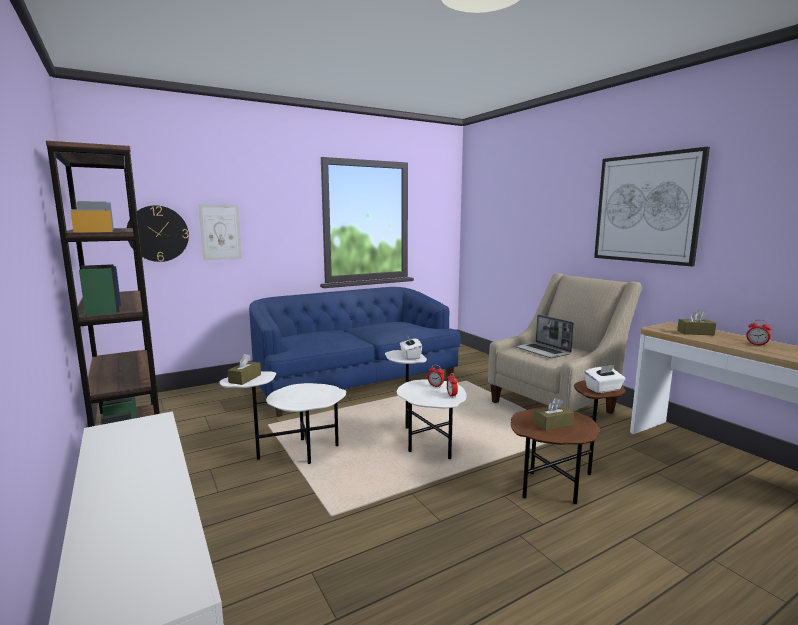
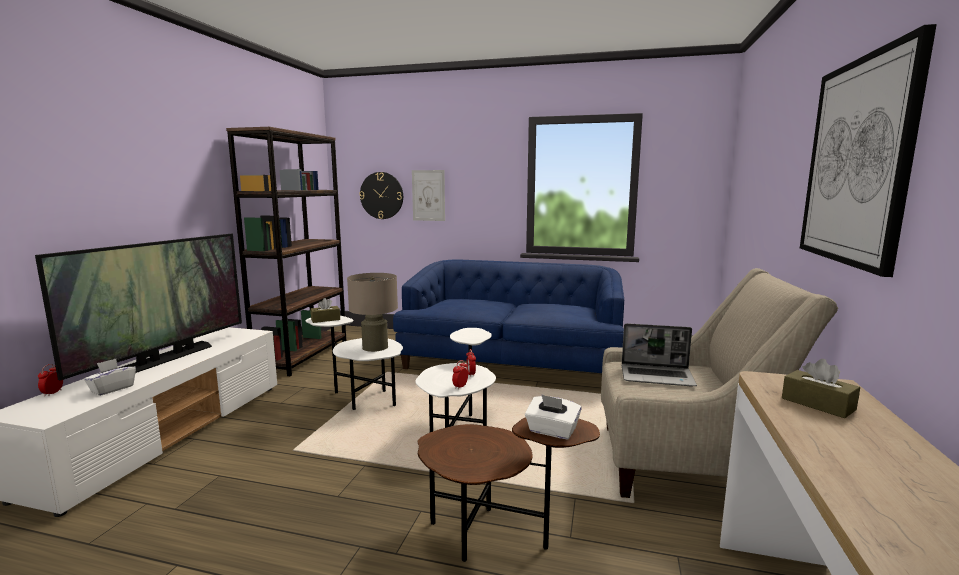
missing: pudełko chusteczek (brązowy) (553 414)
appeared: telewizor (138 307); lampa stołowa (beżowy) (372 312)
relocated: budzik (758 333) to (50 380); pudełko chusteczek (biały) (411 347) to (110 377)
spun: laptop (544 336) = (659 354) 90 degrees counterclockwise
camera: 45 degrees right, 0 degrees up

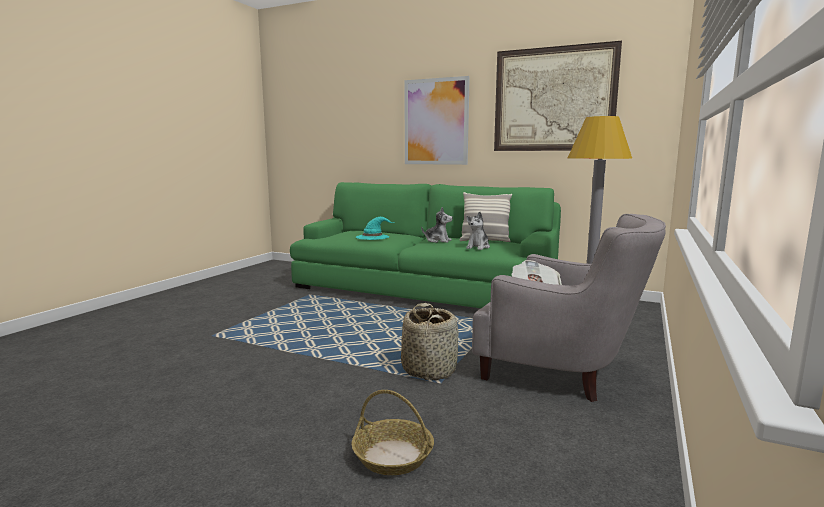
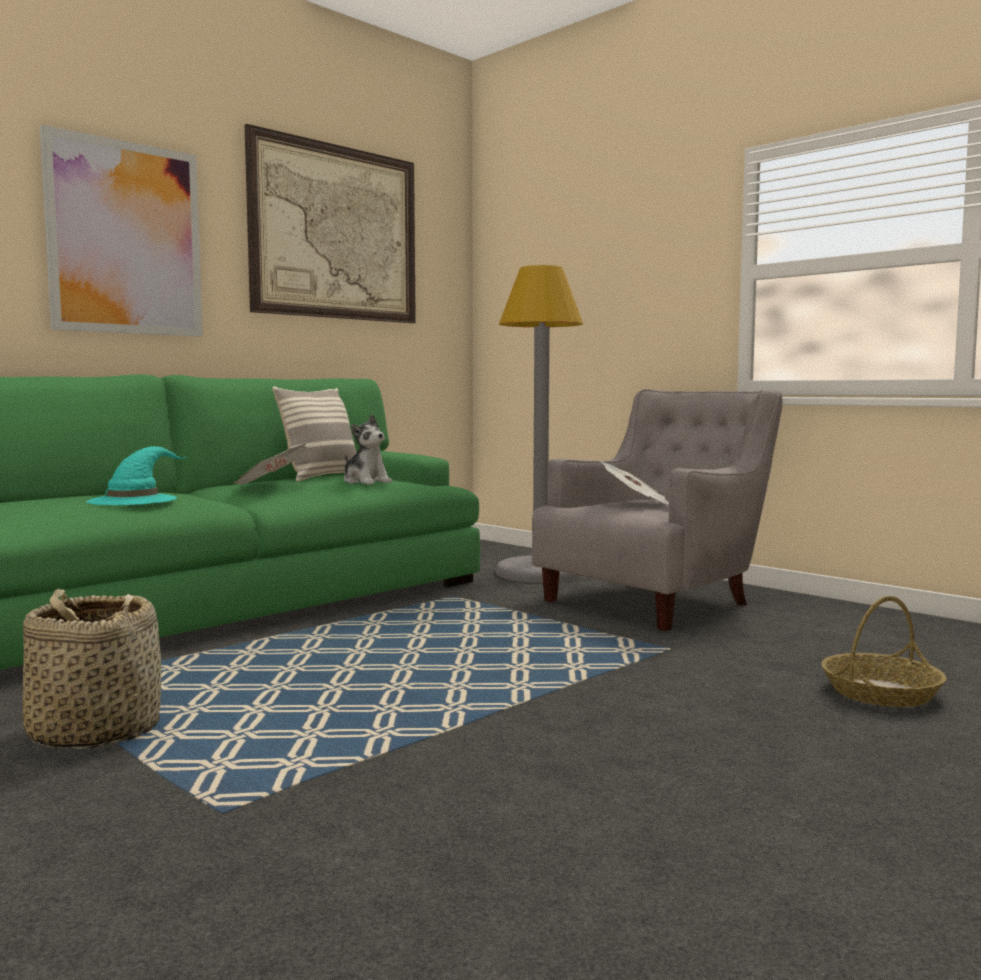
relocated: koszyk (430 341) to (92 669)
exchanged: pluszak (437 225) to gazeta (270 464)
camera: 70 degrees left, 5 degrees down

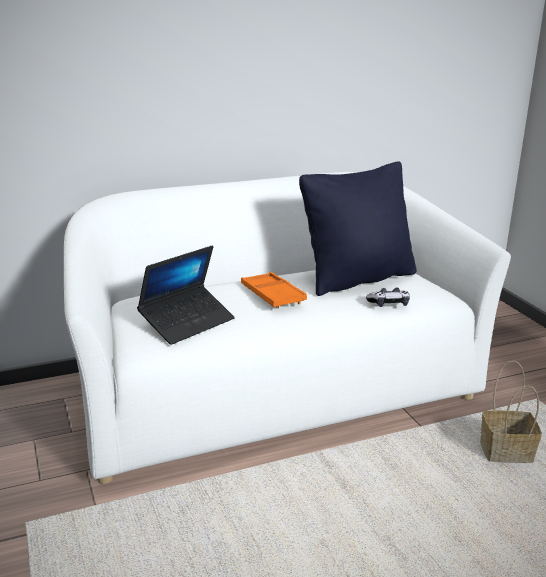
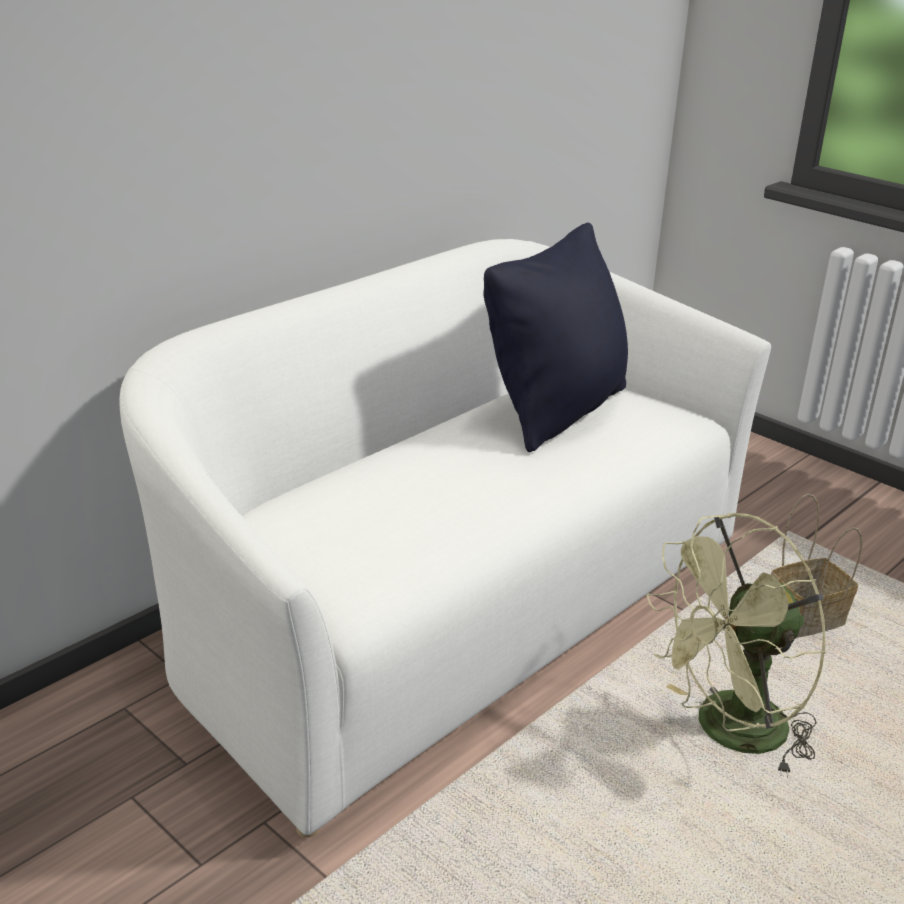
missing: laptop (186 295); taca (pomarańczowy) (274 290); pad do gier (388 297)
appeared: wentylator (zielony) (736 645)
camera: 25 degrees left, 5 degrees up

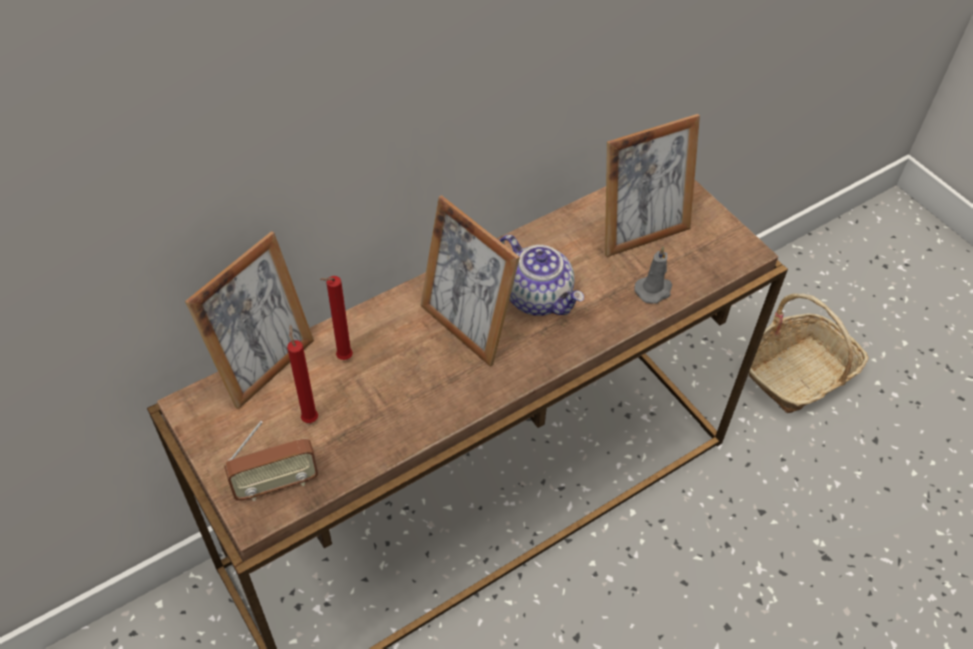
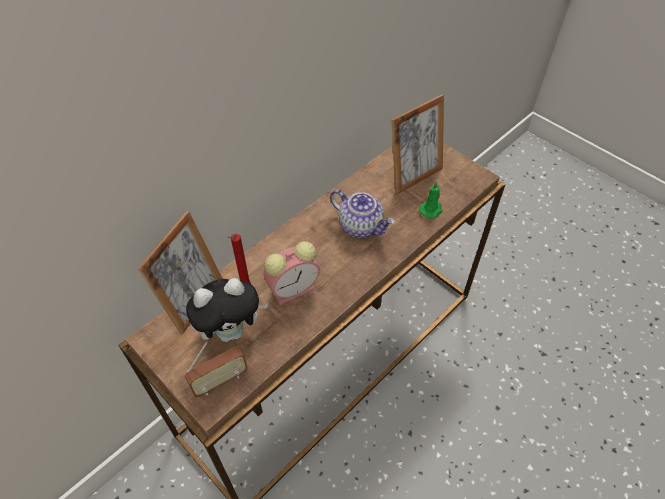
missing: ramka na zdjęcie (470 281); koszyk (807 353)
appeared: budzik (291 273)
exchanged: świeca (czerwony) (302 373) to pluszak (227 310)
colour: świeca (szary) (653 275) to świeca (zielony) (430 200)
camera: 10 degrees left, 0 degrees up

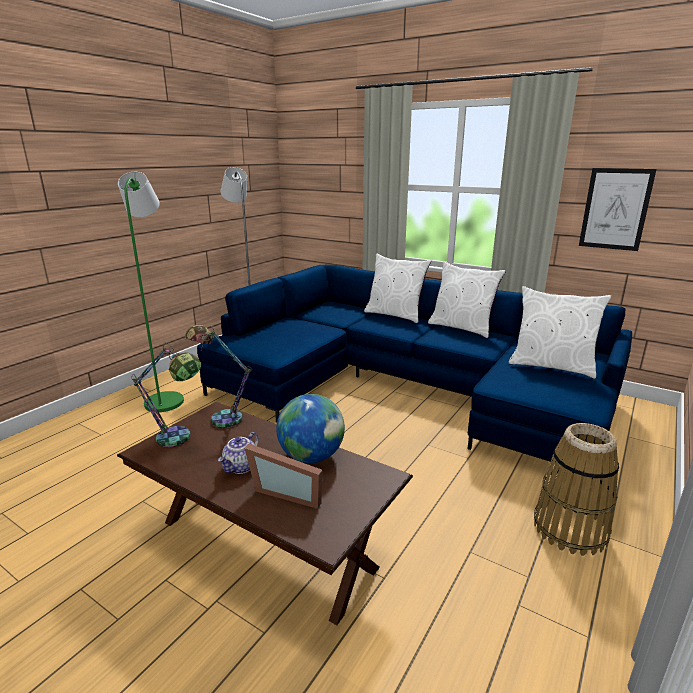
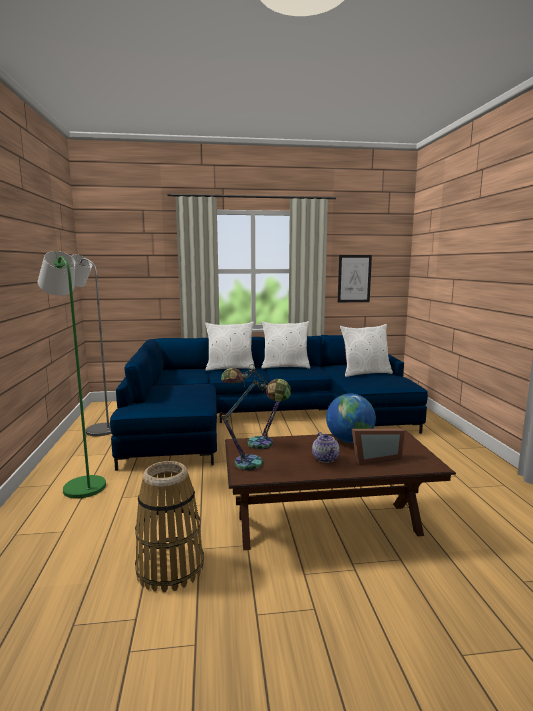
relocated: koszyk (576 489) to (169 526)
camera: 40 degrees left, 10 degrees down

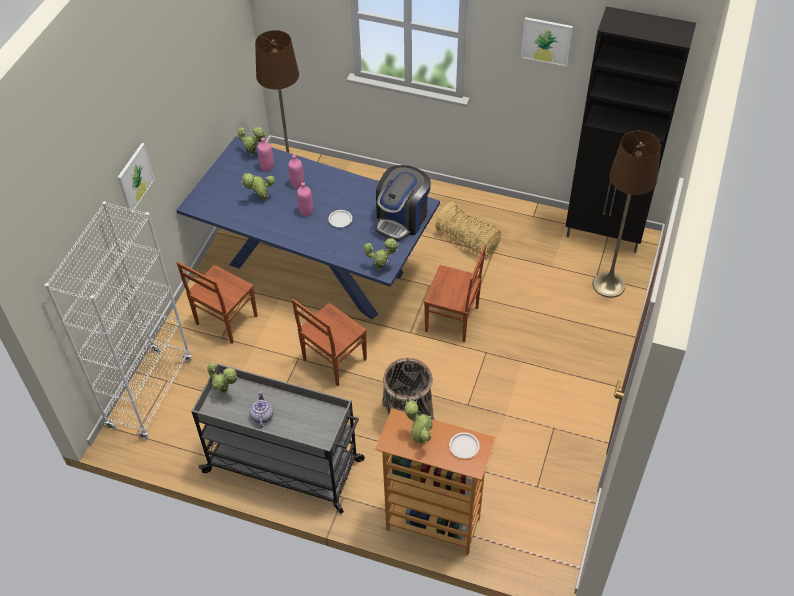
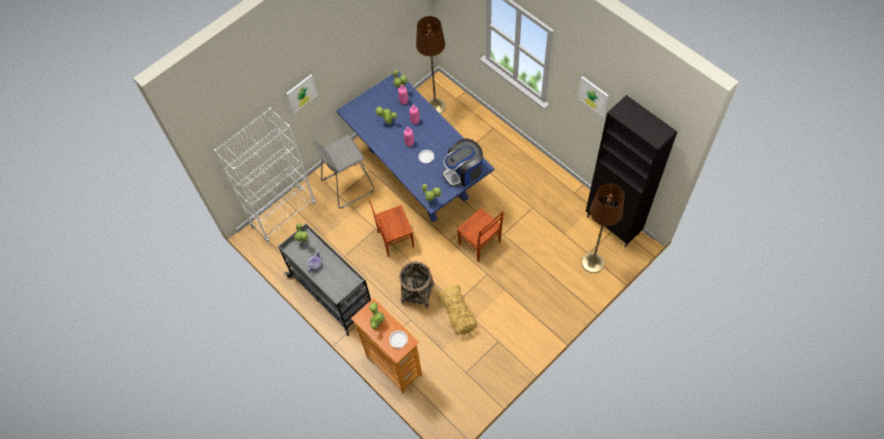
relocated: koszyk (468 229) to (457 310)
exchanged: krzesło (brązowy) (217 302) to stołek (szary) (342 172)
camera: 30 degrees right, 10 degrees up

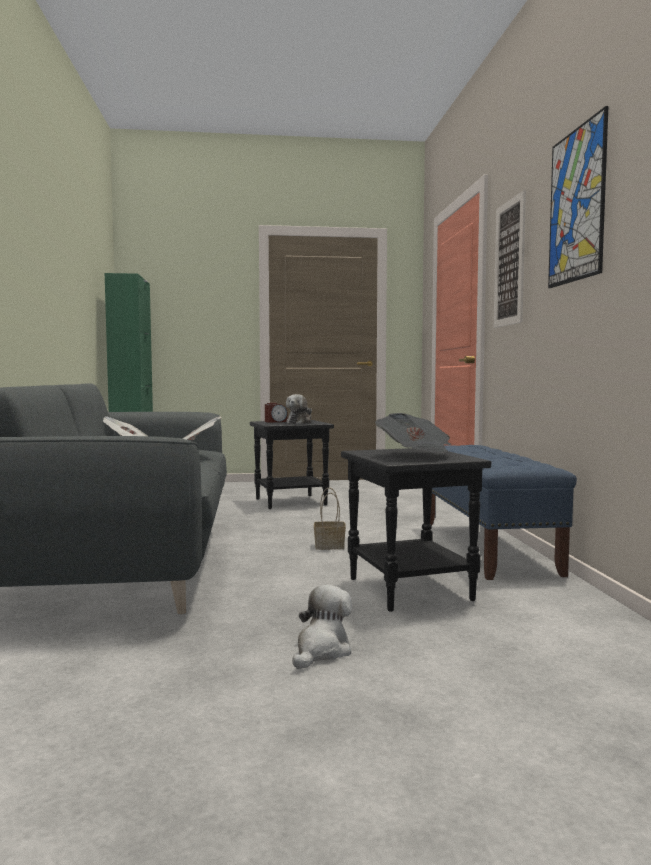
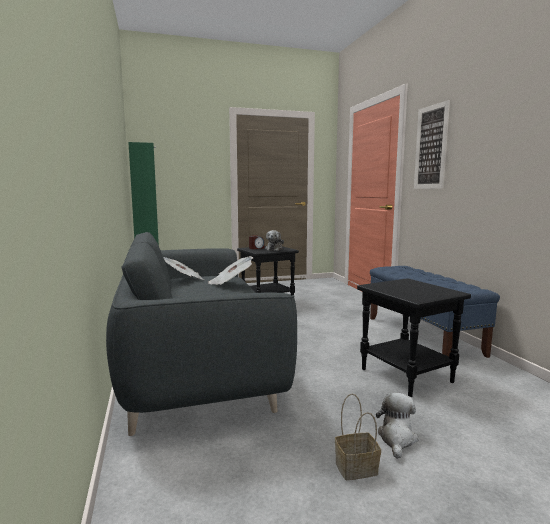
missing: gazeta (413 433); obraz (578 197)
relocated: koszyk (330 518) to (358 437)
camera: 10 degrees left, 5 degrees up

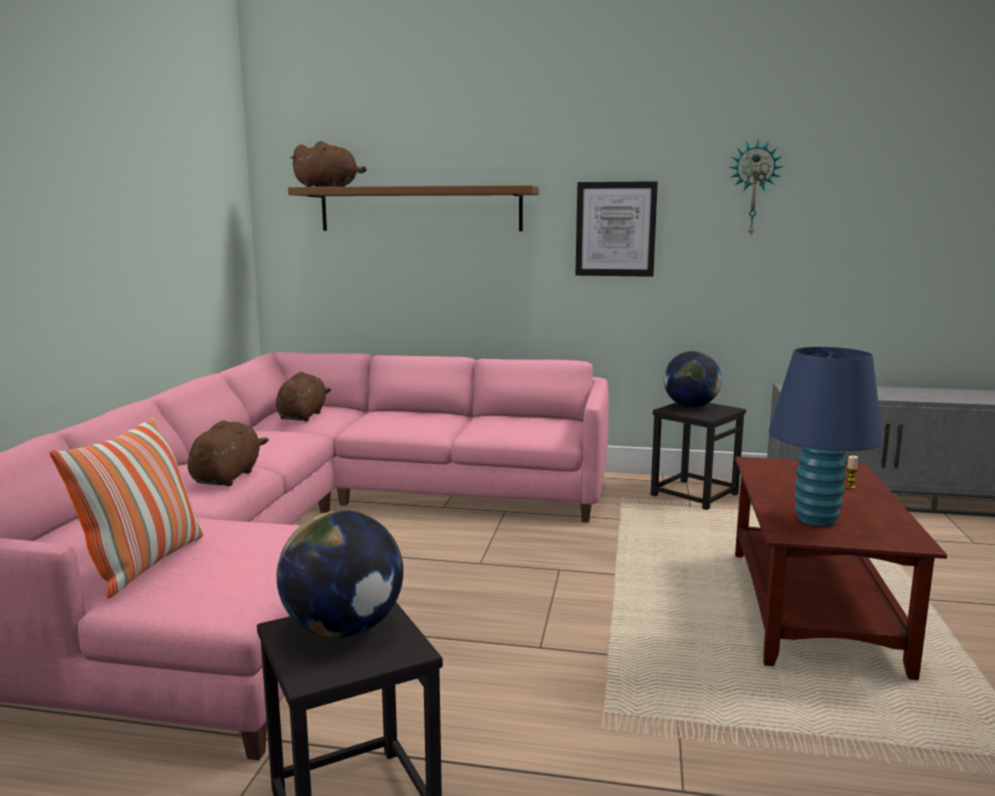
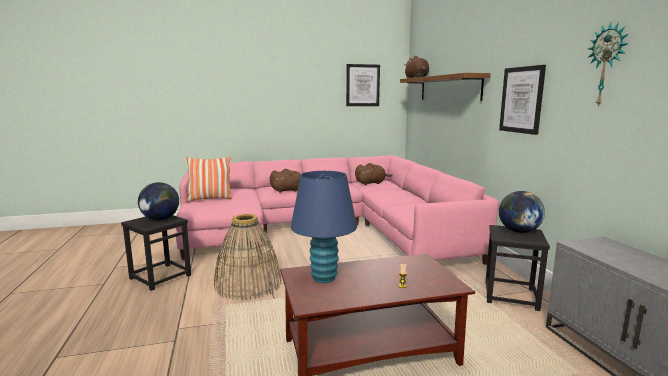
appeared: koszyk (247 257); obraz (363 85)
camera: 65 degrees right, 0 degrees up

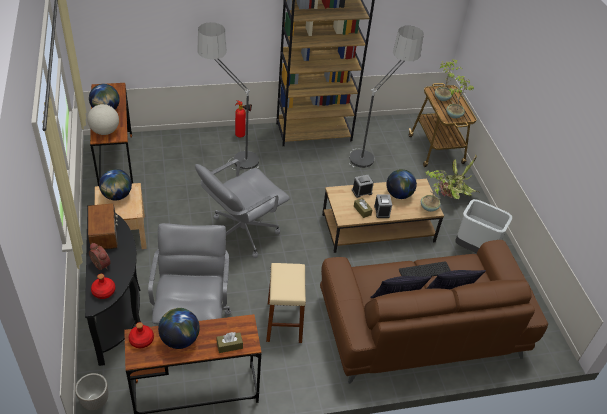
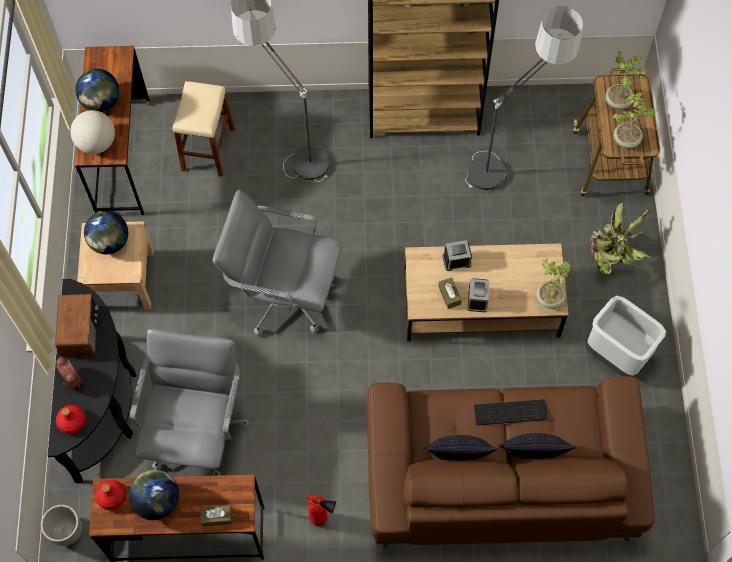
missing: globus (401 184)
relocated: stołek (beżowy) (286 303) to (203 129); gaśnica (243 118) to (321 510)
spun: krzesło biurowe (szary) (242 208) = (278 263) 45 degrees clockwise
camera: 15 degrees right, 20 degrees up

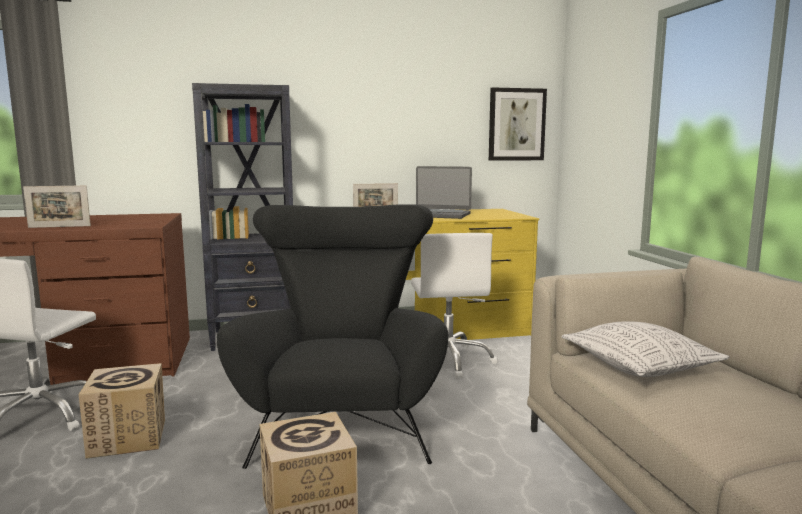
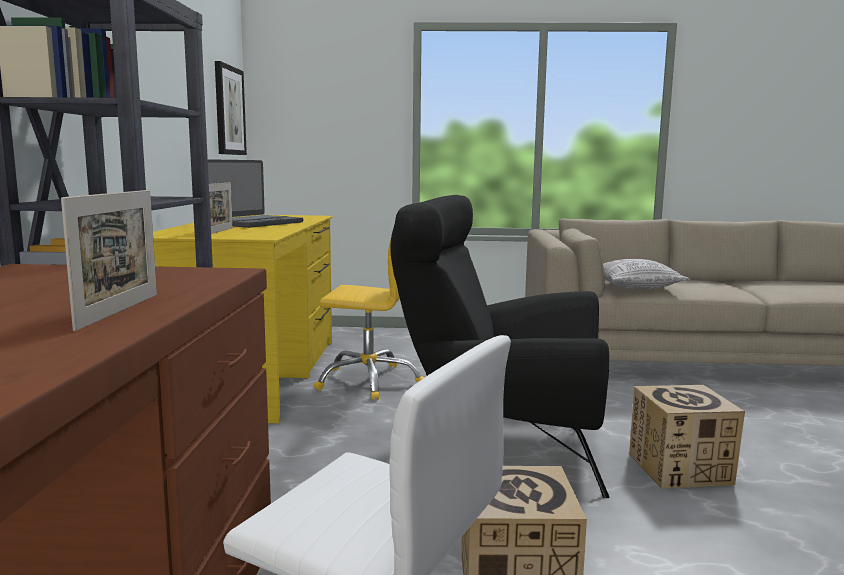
colour: krzesło biurowe (biały) (454 306) to krzesło biurowe (żółty) (369 320)
camera: 75 degrees left, 0 degrees up

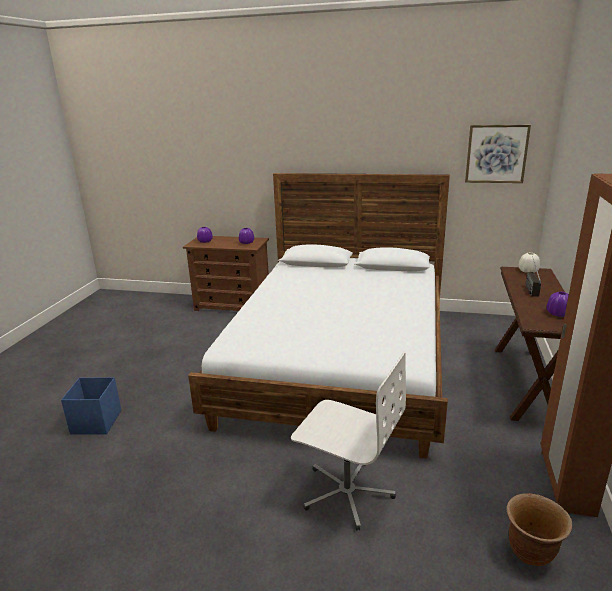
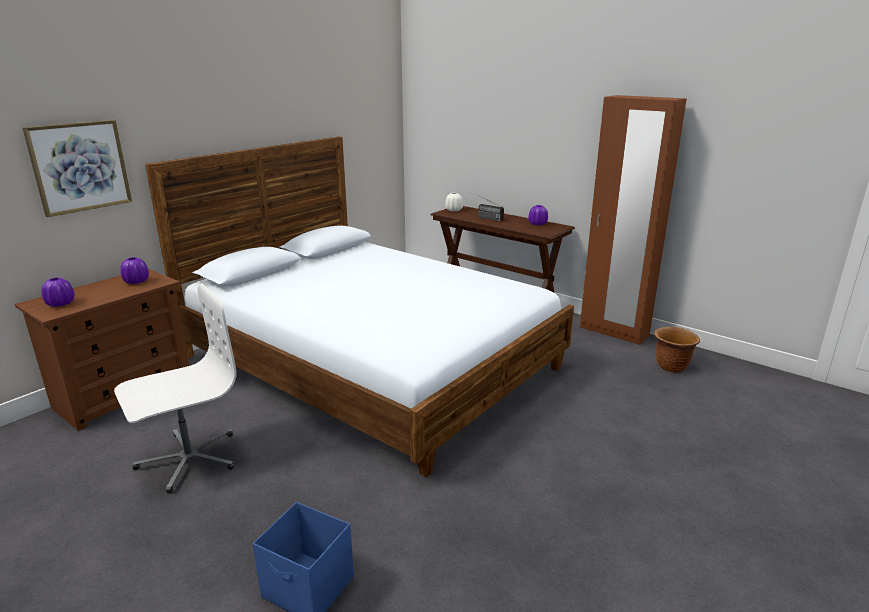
relocated: obraz (498 153) to (77 168); krzesło biurowe (biały) (348 441) to (175 388)
camera: 65 degrees left, 0 degrees up

